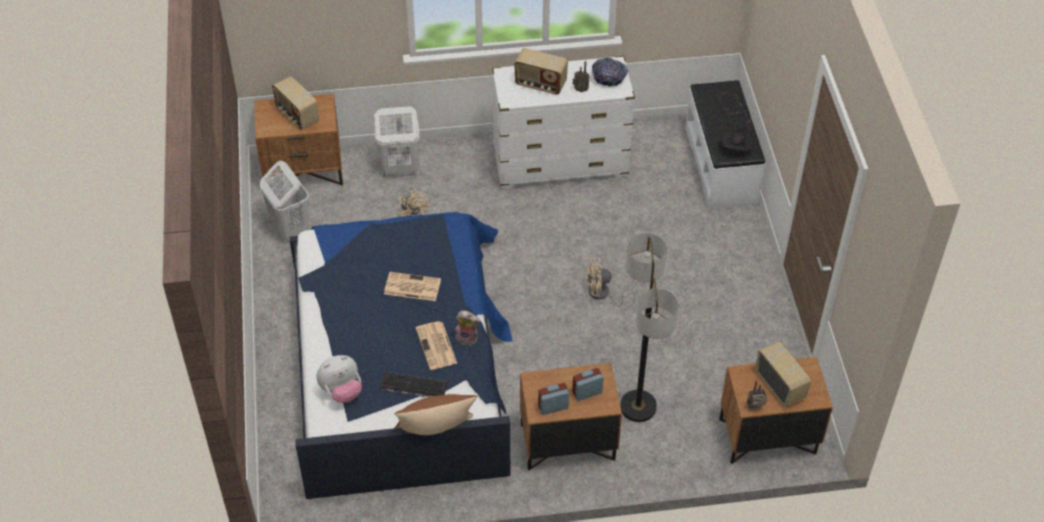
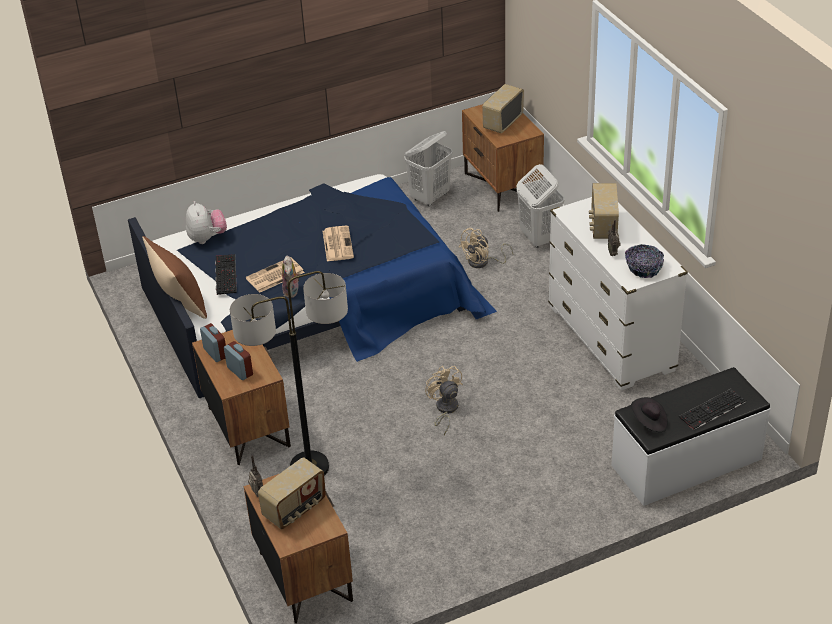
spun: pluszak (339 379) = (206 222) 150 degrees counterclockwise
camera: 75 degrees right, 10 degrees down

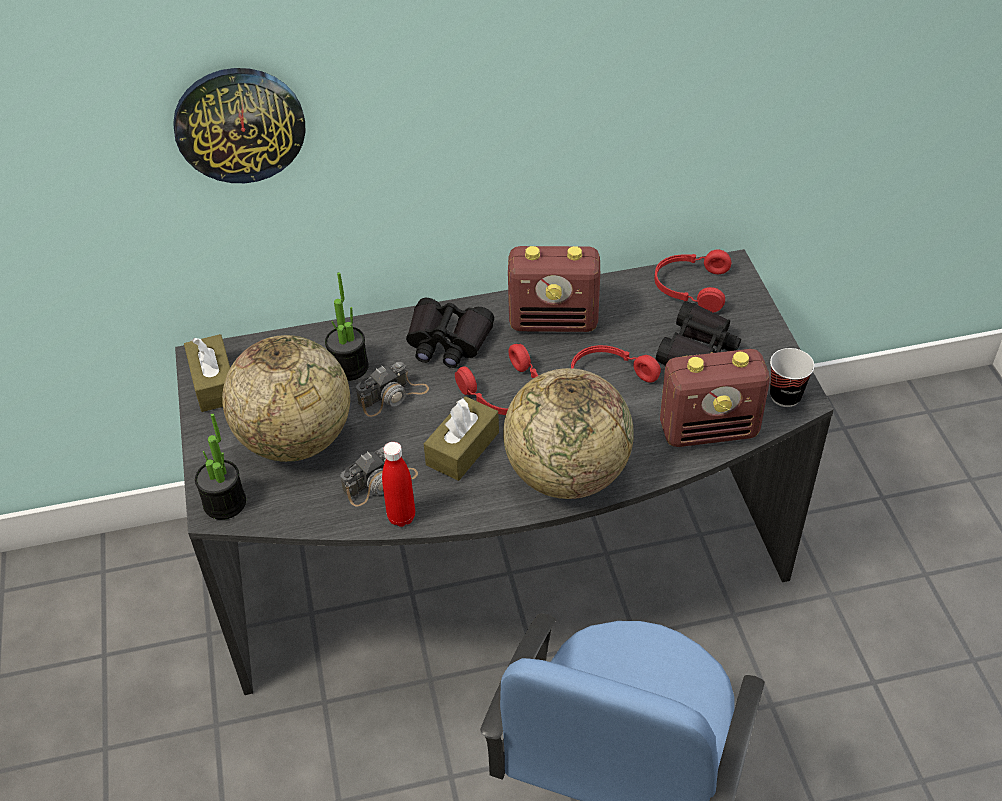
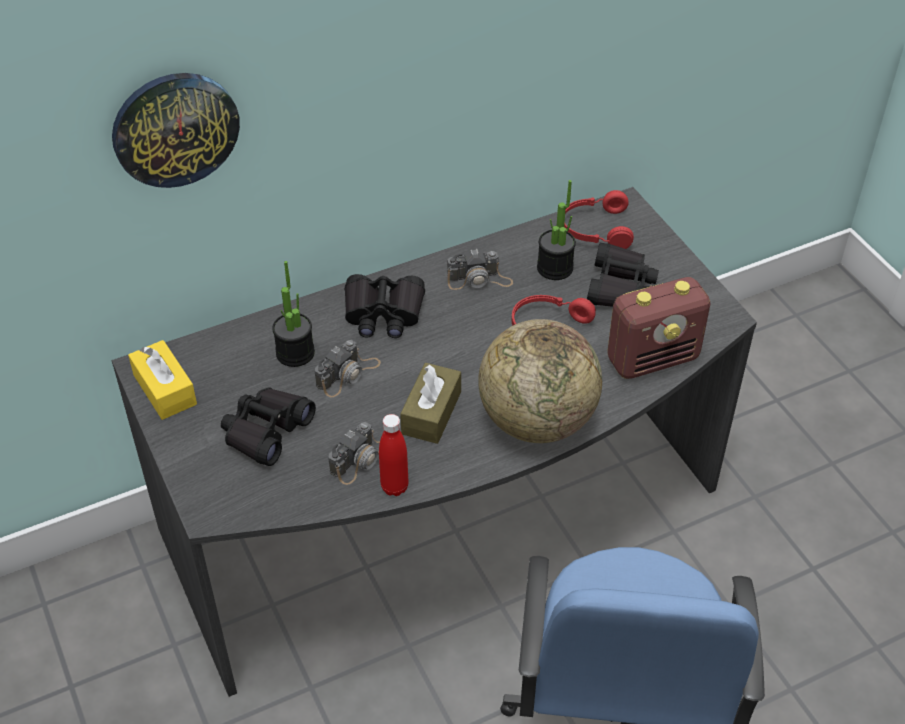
missing: słuchawki (czerwony) (496 379); filiżanka (792 377)
relocated: roślina doniczkowa (220 466) to (556 230)
exchanged: globus (286 398) to lornetka (czarny) (268 426); radio (554 289) to aparat fotograficzny (480 269)
colour: pudełko chusteczek (brązowy) (207 373) to pudełko chusteczek (żółty) (162 380)
camera: 15 degrees left, 0 degrees up

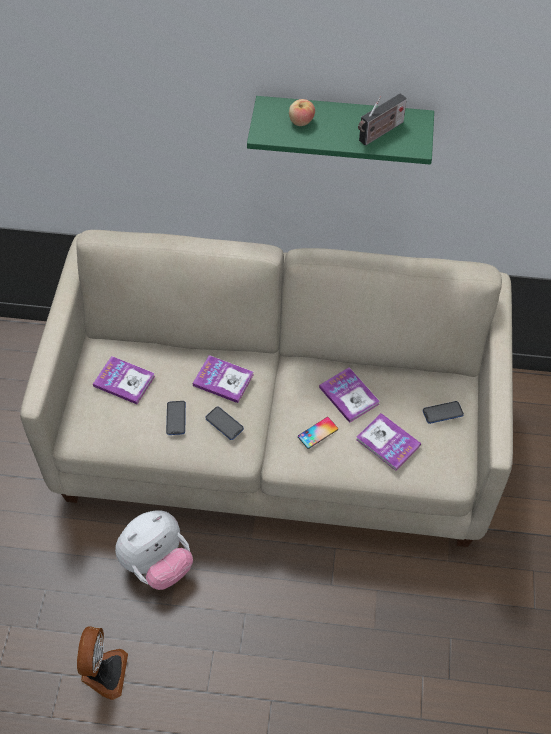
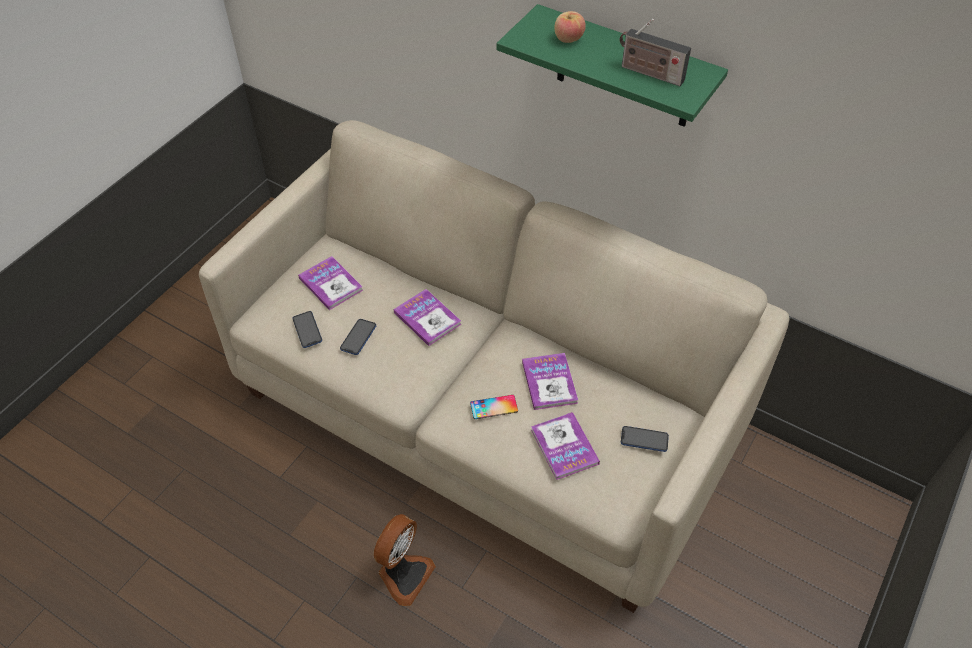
missing: pluszak (154 550)
relocated: telefon (224 423) to (307 329); wentylator (102 663) to (404 560)
spun: radio (382 119) = (655 52) 45 degrees clockwise
camera: 25 degrees right, 5 degrees down

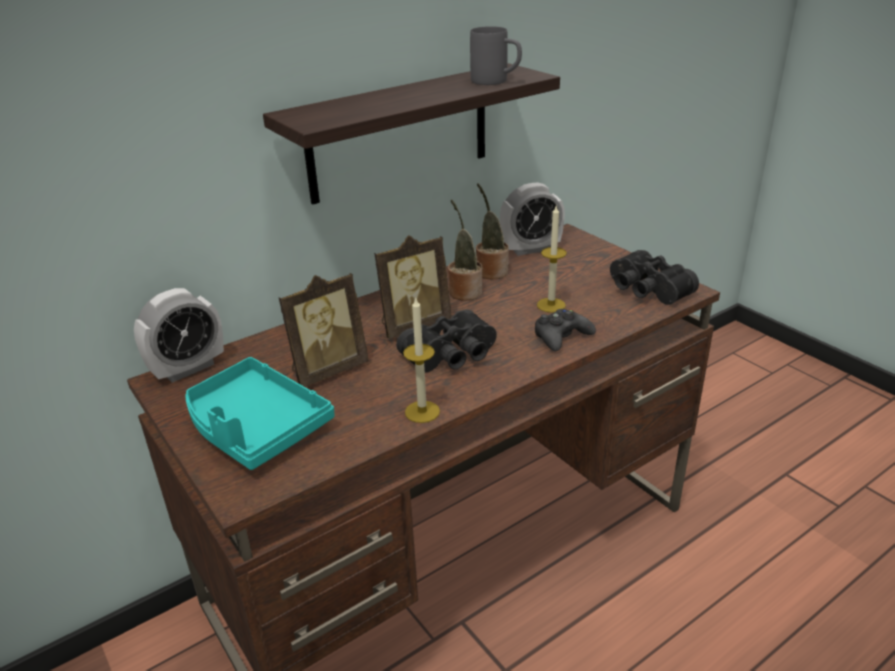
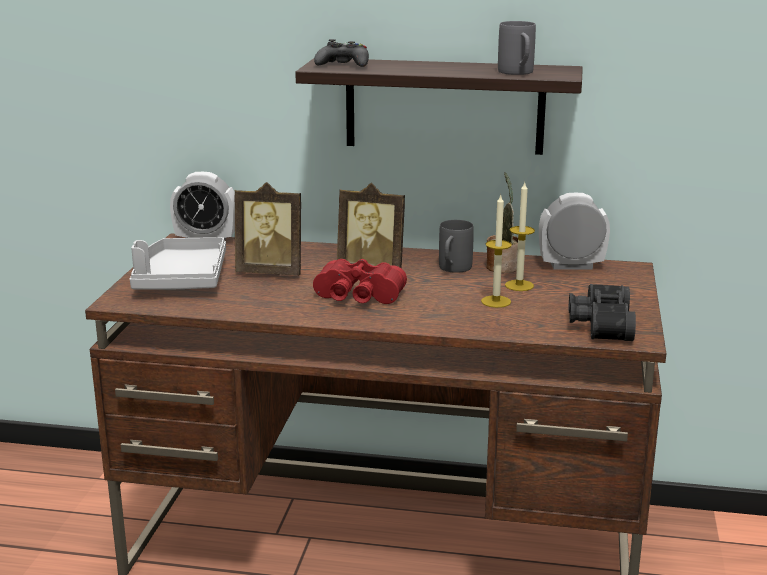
relocated: pad do gier (czarny) (565 329) to (341 53); świeca (421 360) to (520 237)
exchanged: roślina doniczkowa (465 250) to kubek (szary) (456 246)
colour: taca (turkusowy) (260 413) to taca (szary) (178 263); lornetka (czarny) (446 341) to lornetka (czerwony) (360 281)
spun: budzik (532 219) = (574 231) 150 degrees clockwise
camera: 45 degrees right, 10 degrees down

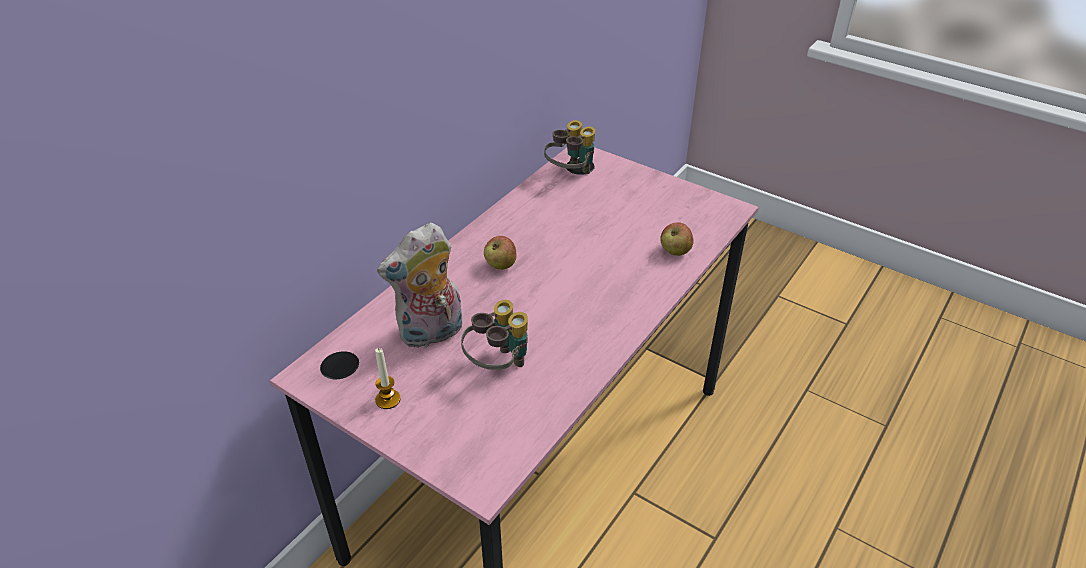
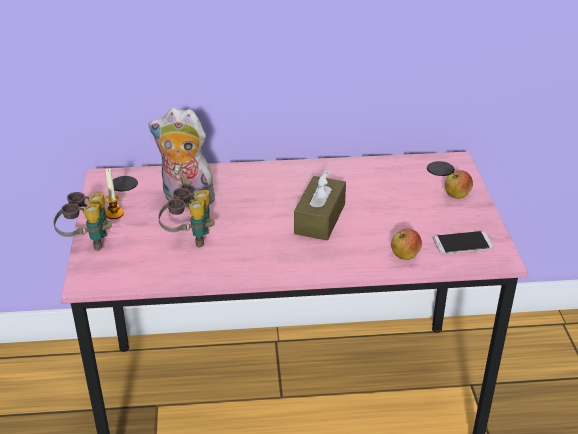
appeared: pudełko chusteczek (brązowy) (320 205); telefon (463 242)
relocated: lornetka (569 147) to (82 221); jabłko (500 253) to (459 184)
camera: 50 degrees right, 5 degrees down

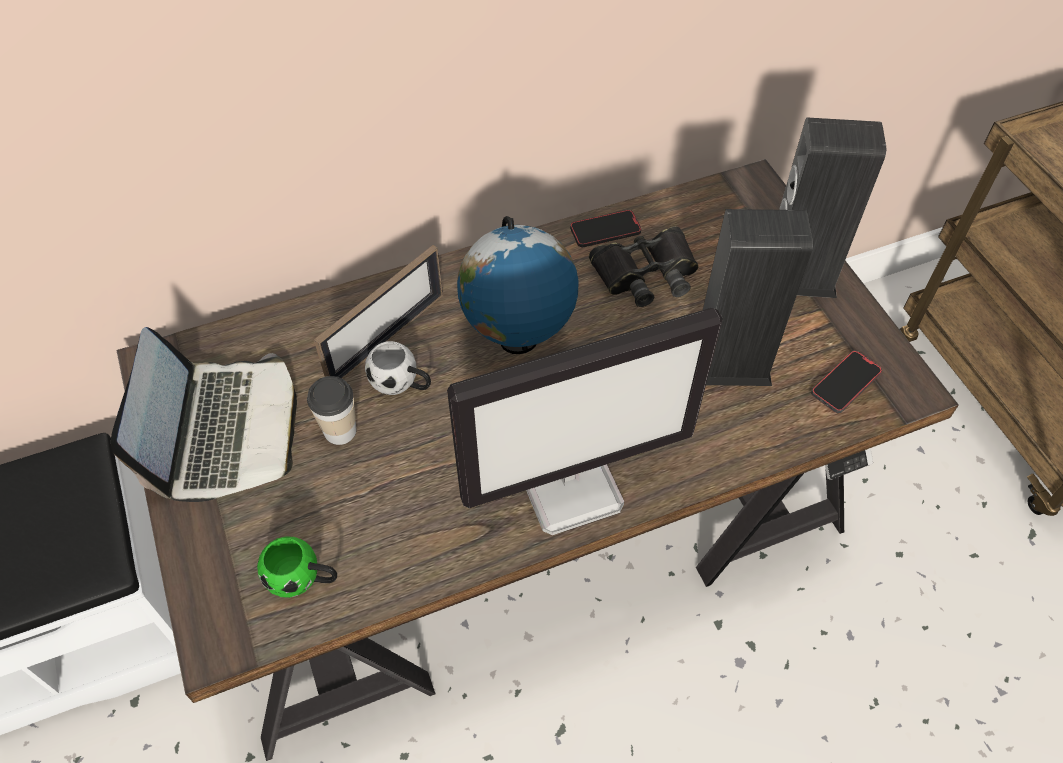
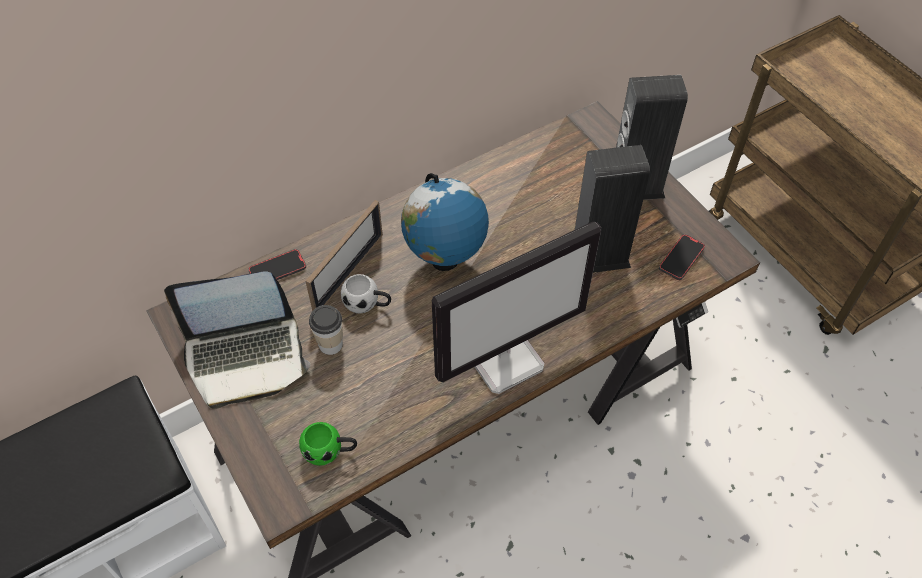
missing: lornetka (czarny) (644 266)
relocated: telefon (605 228) to (277 264)
spun: laptop (204 414) = (237 340) 90 degrees clockwise
camera: 10 degrees left, 0 degrees up

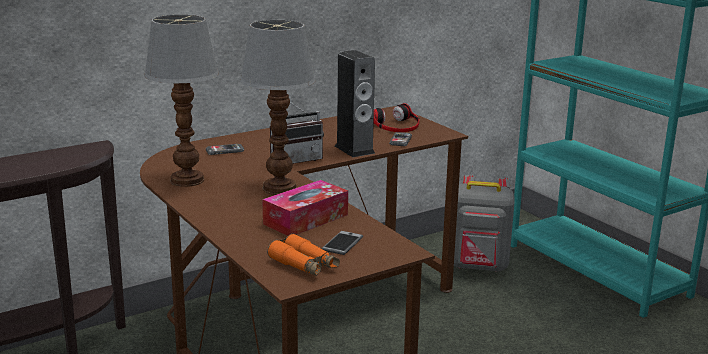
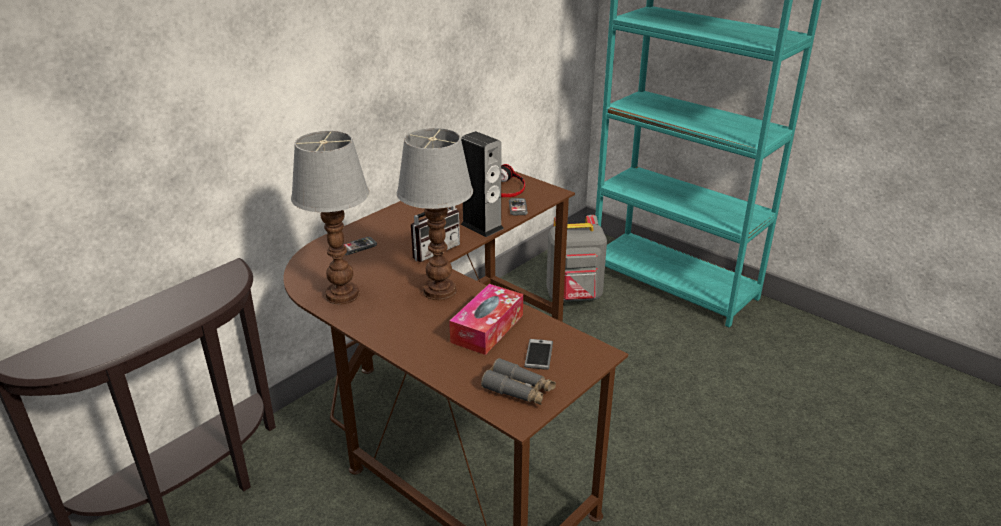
colour: lornetka (pomarańczowy) (303 255) to lornetka (szary) (518 381)
camera: 15 degrees left, 10 degrees up

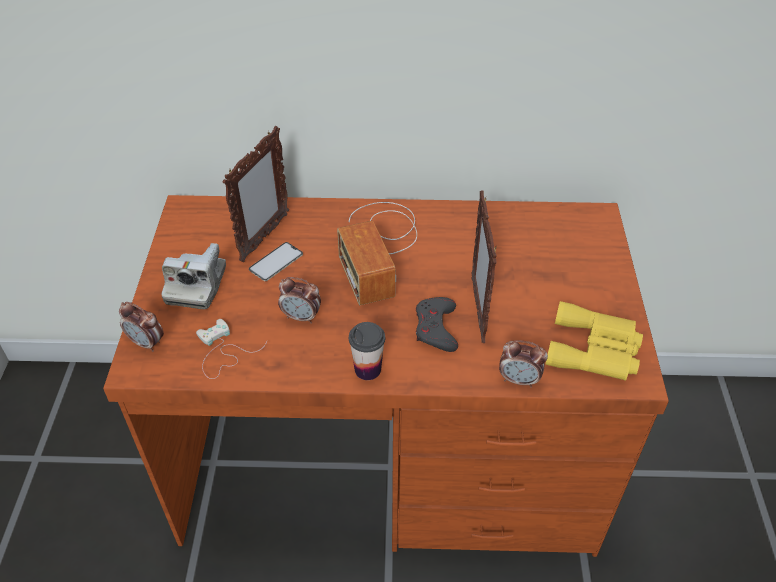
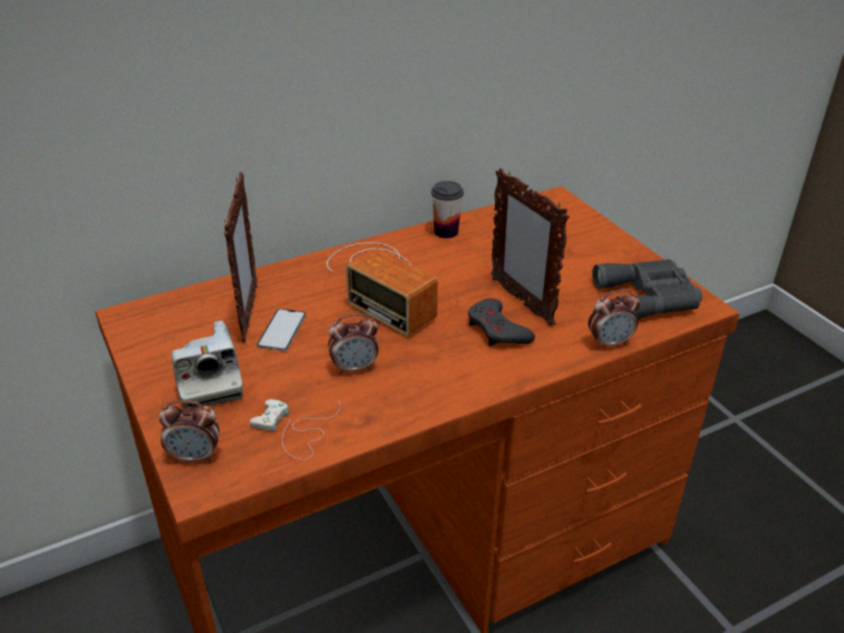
relocated: filiżanka (367 351) to (447 209)
colour: lornetka (żółty) (594 341) to lornetka (szary) (647 289)
camera: 30 degrees left, 10 degrees down

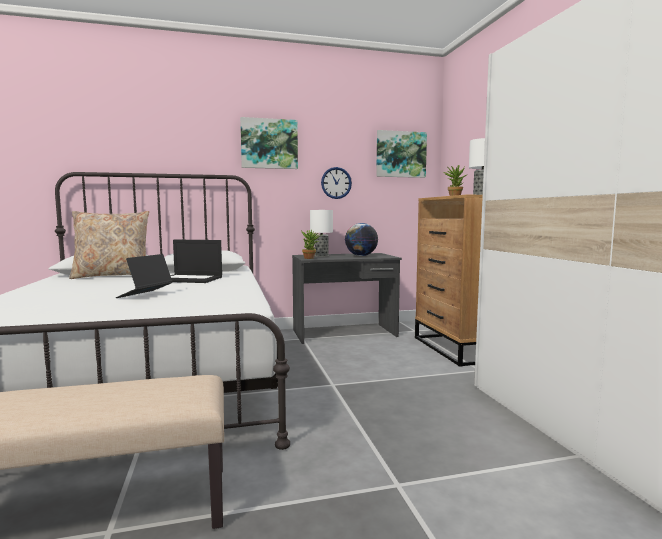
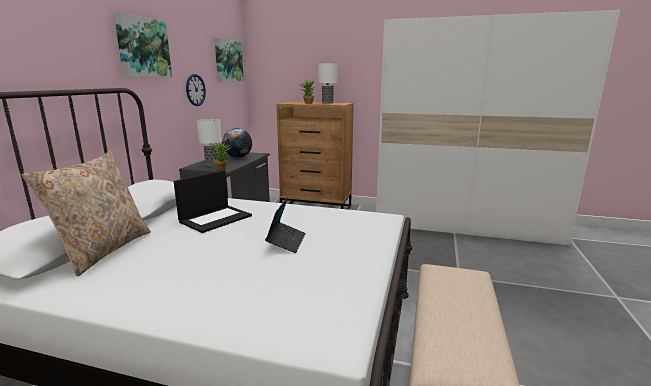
spun: laptop (144 276) = (285 225) 135 degrees counterclockwise
camera: 60 degrees left, 10 degrees up

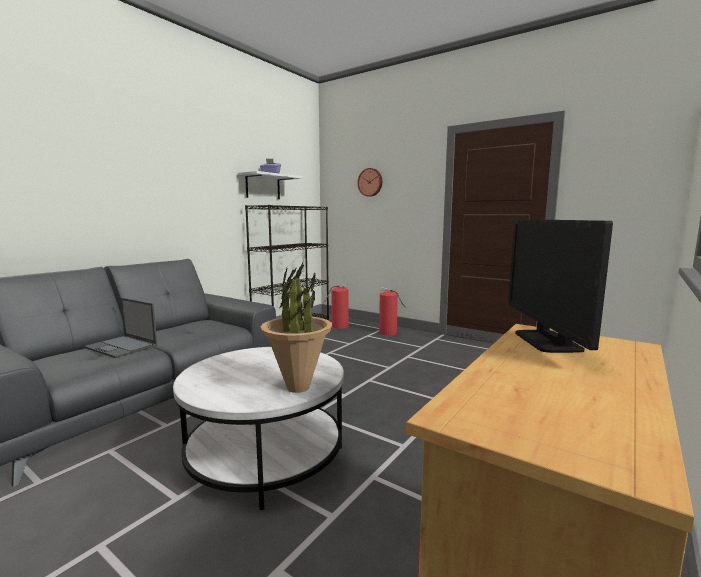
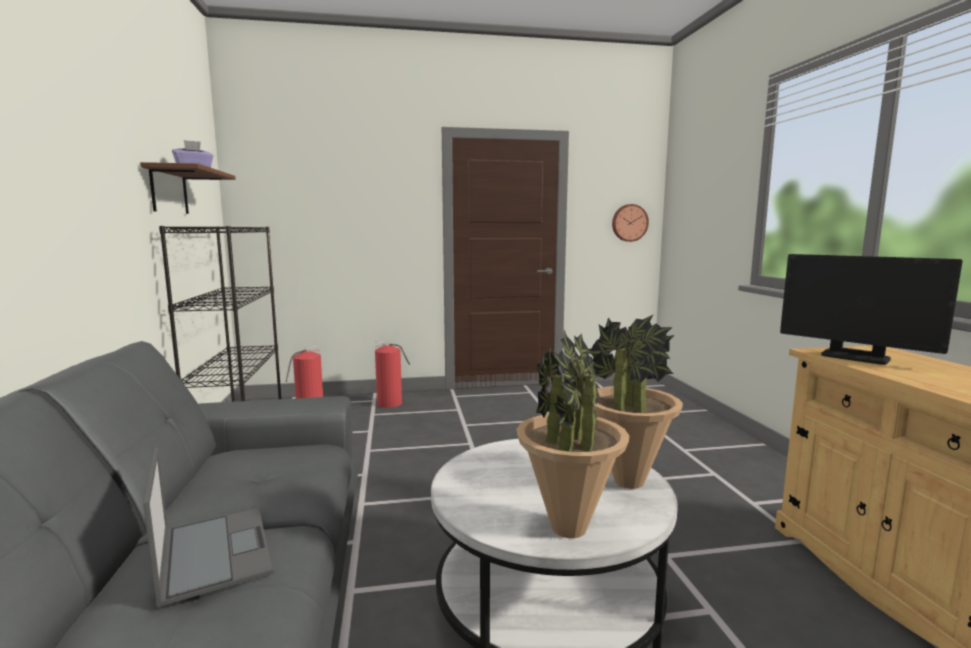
appeared: roślina doniczkowa (573 434)
relocated: zegar ścienny (369 182) to (630 223)
colour: półka (biały) (270 185) to półka (brązowy) (188 188)
spun: laptop (120 328) = (208 527) 105 degrees counterclockwise
camera: 45 degrees left, 0 degrees up

